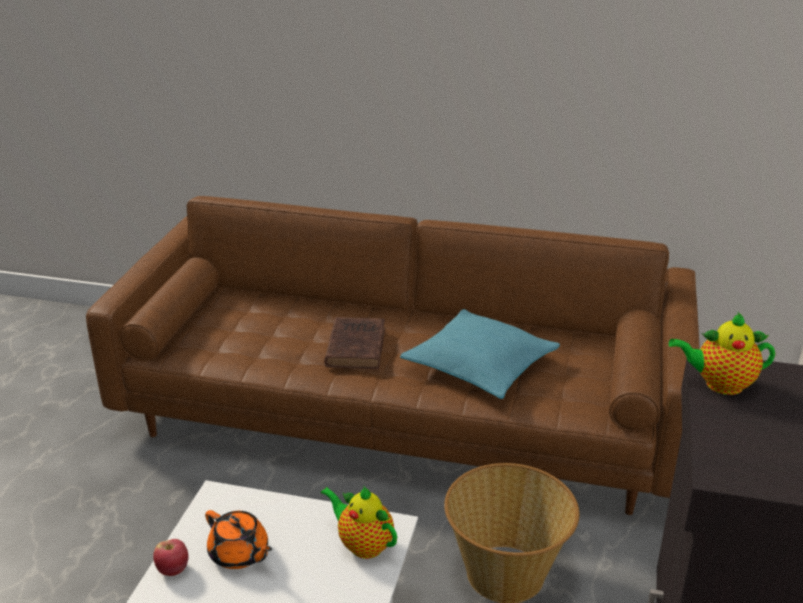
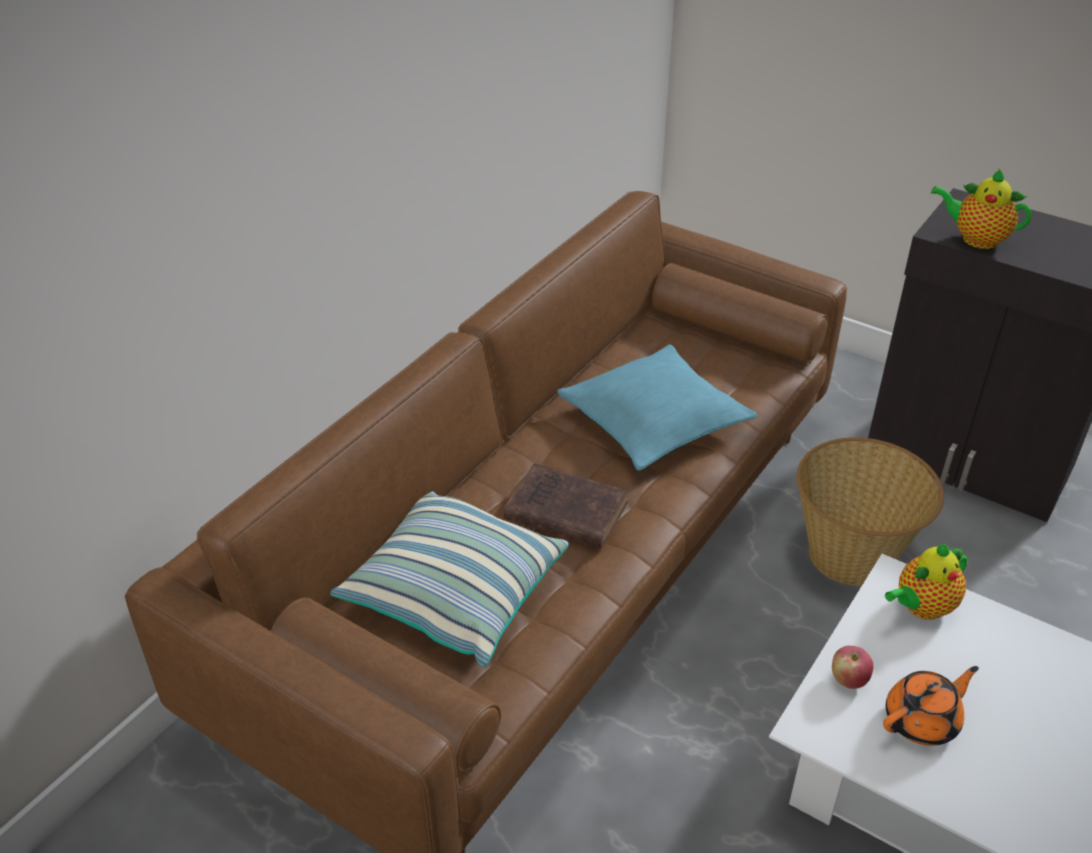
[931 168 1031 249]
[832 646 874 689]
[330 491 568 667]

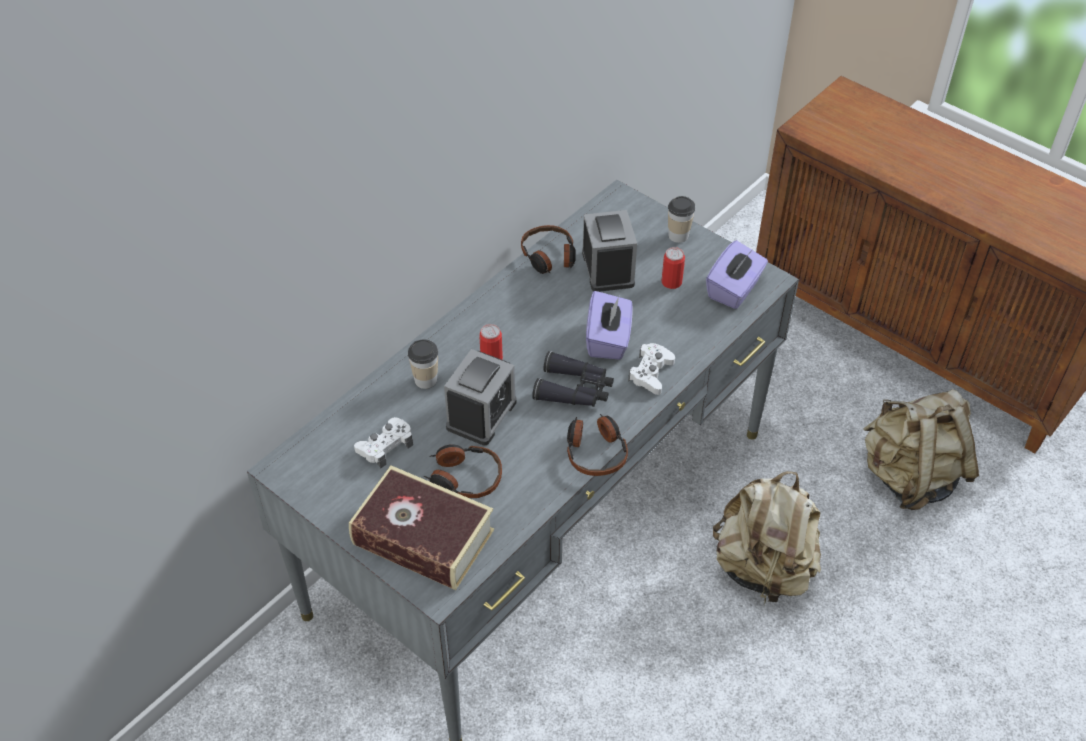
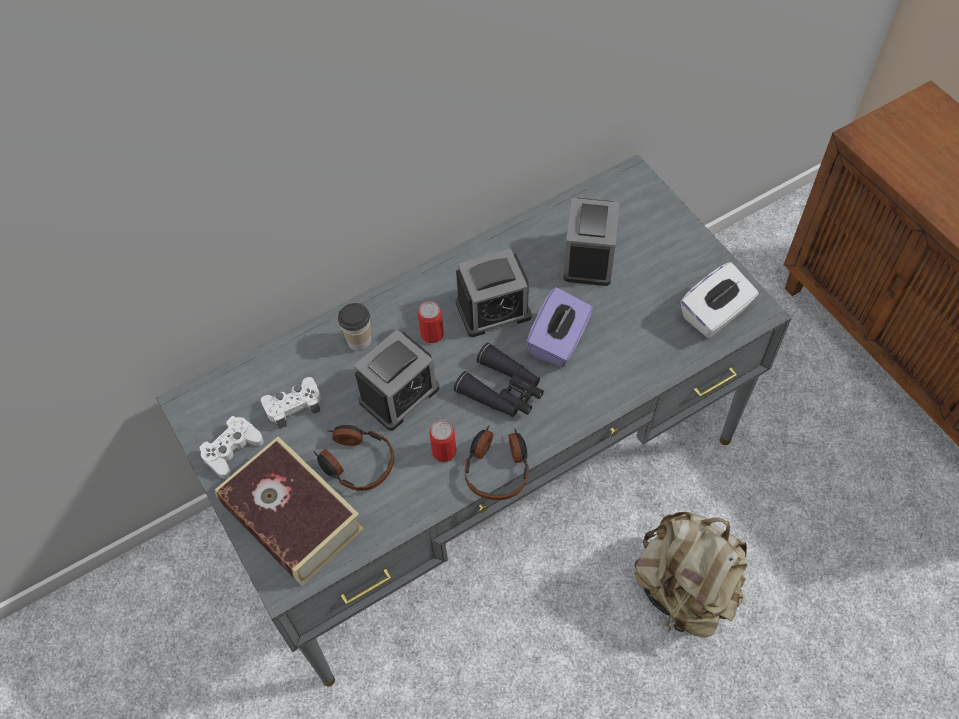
[668 196 695 243] (first image)
[521 225 576 274] (first image)
[681 262 759 338]
[429 420 457 462]
[199 416 264 479]
[863 389 979 510] (first image)
[455 249 532 337]

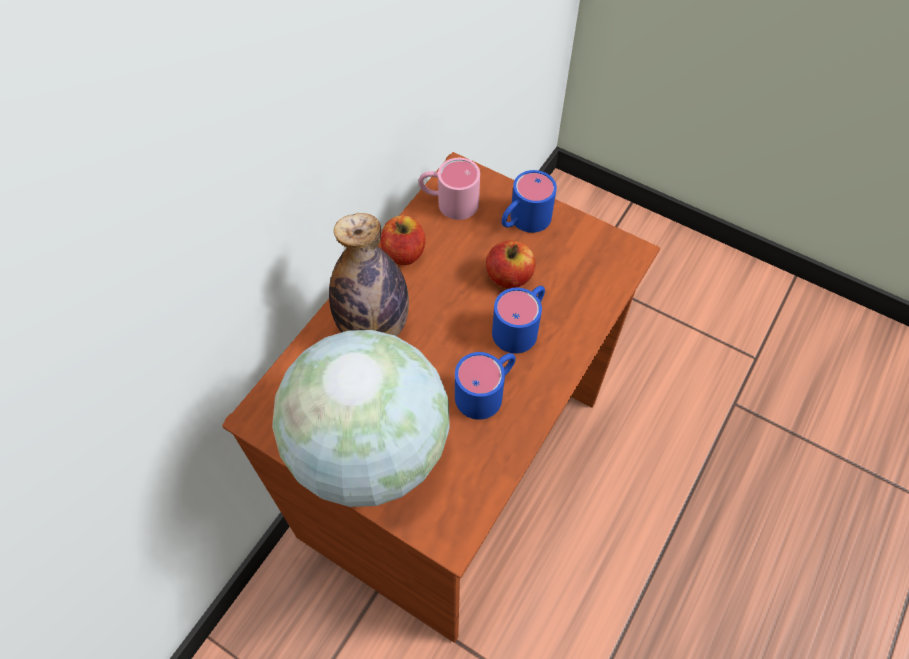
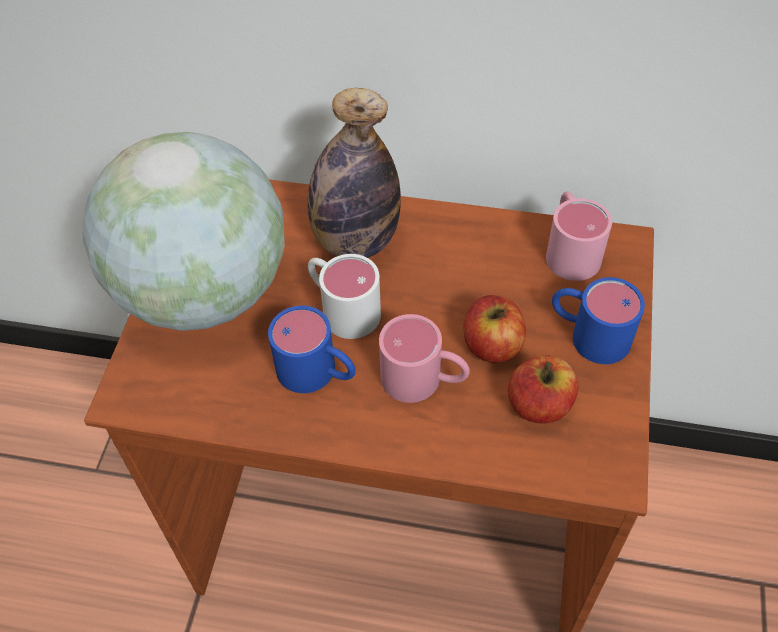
[508 355 578 424]
[379 314 470 403]
[308 254 381 339]

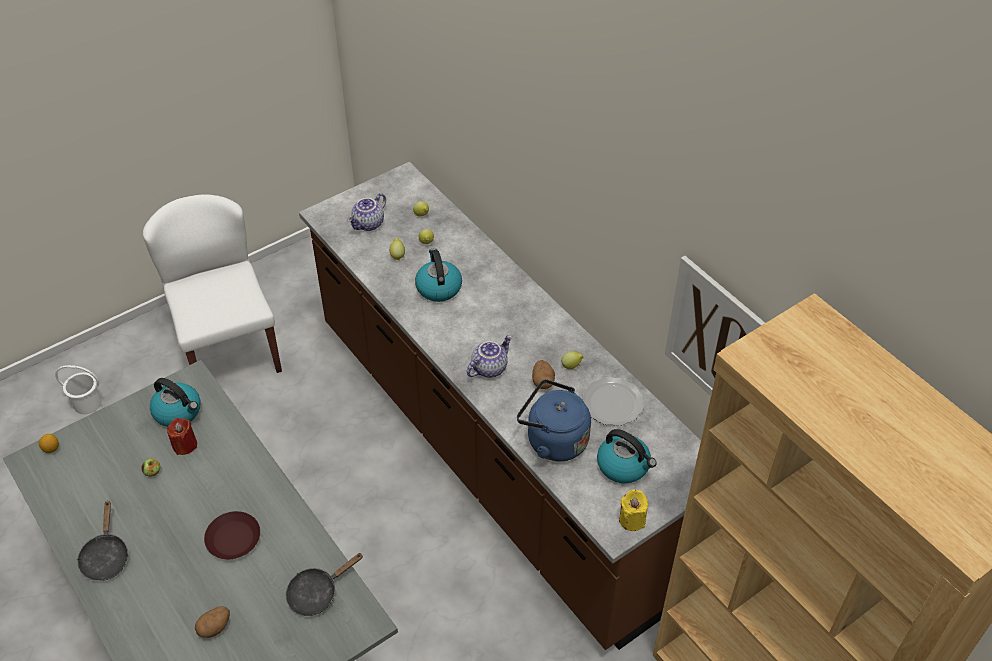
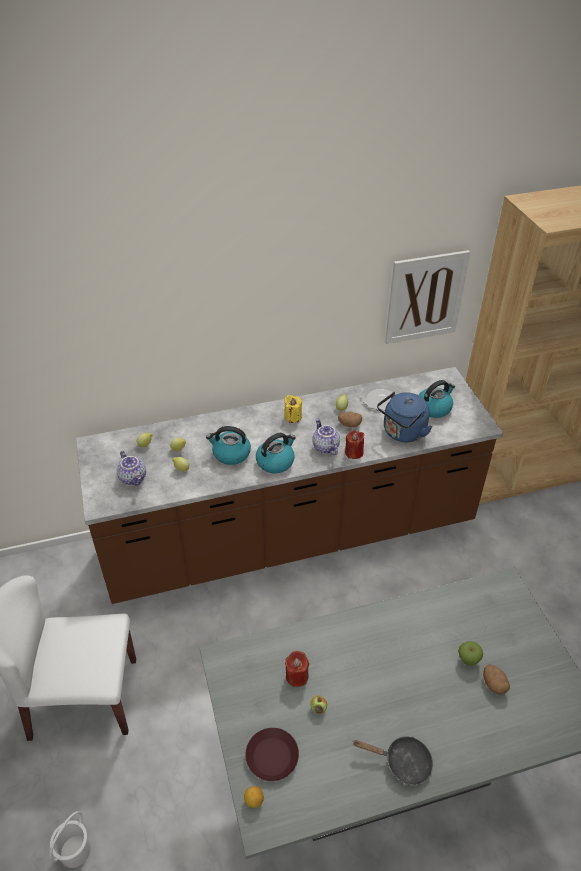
[256 433 296 473]
[284 395 302 423]
[245 728 299 781]
[286 553 363 616] (first image)
[345 430 364 459]
[458 641 483 666]

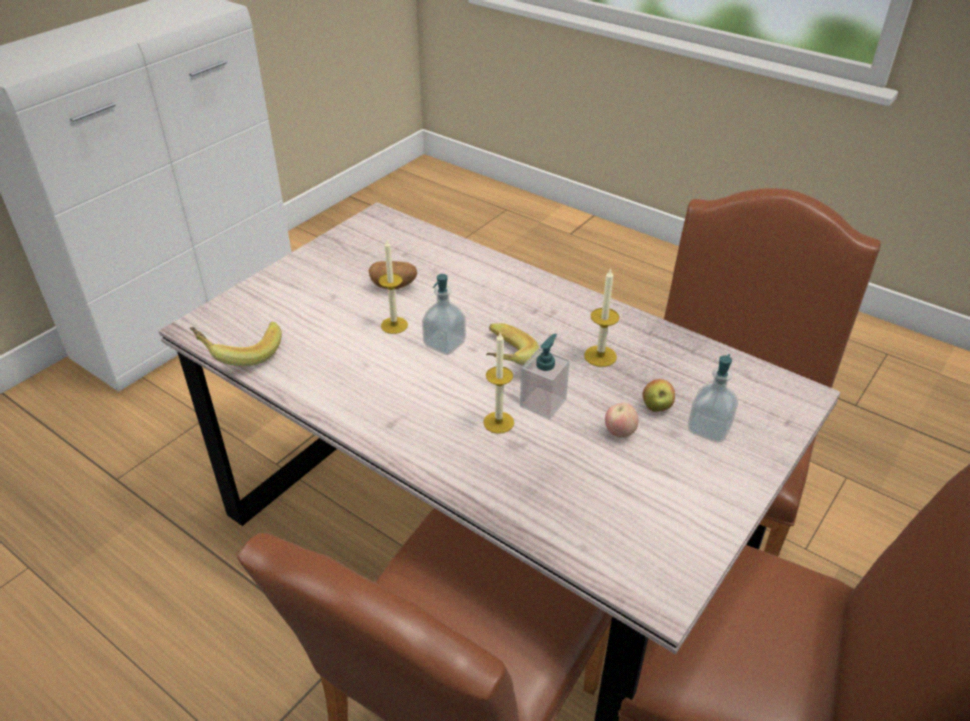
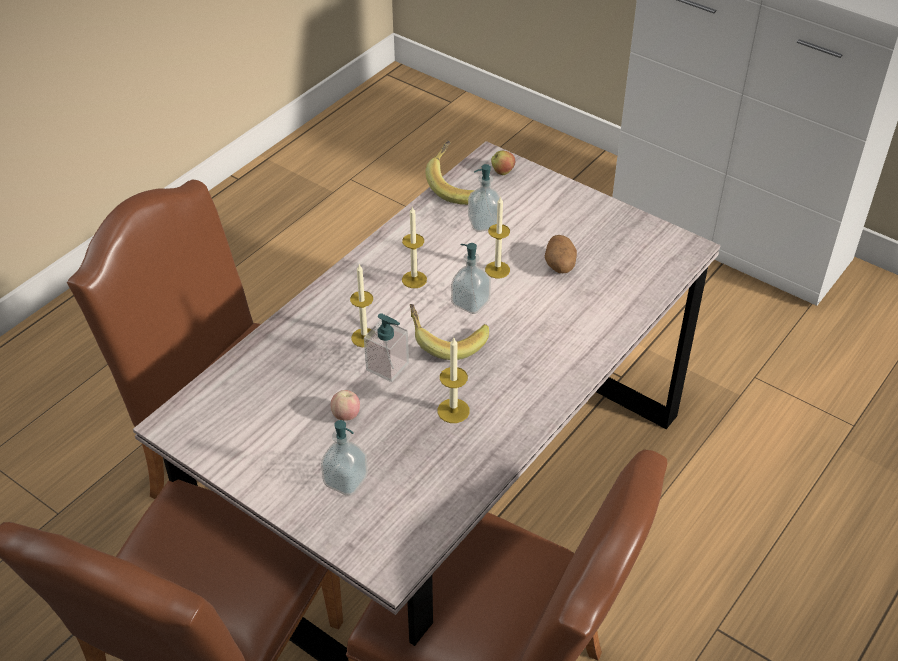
[491 151 515 175]
[468 164 500 232]
[402 206 427 288]

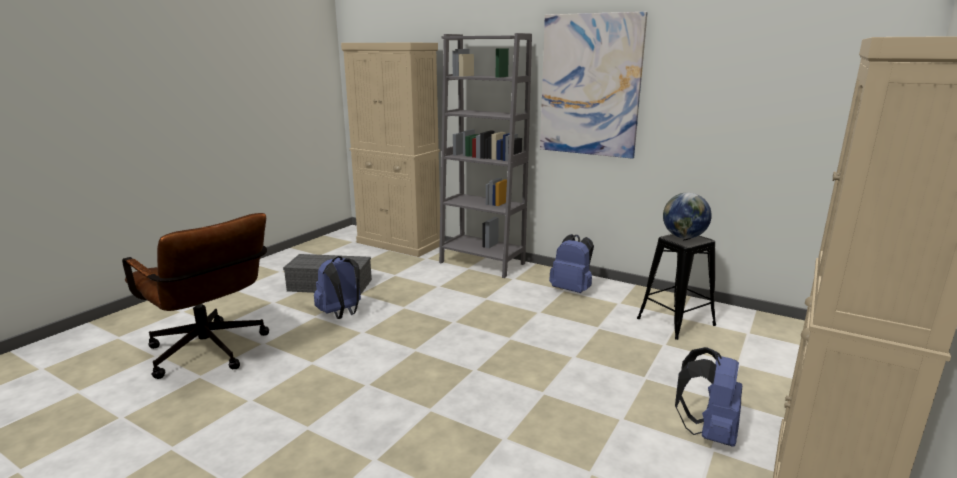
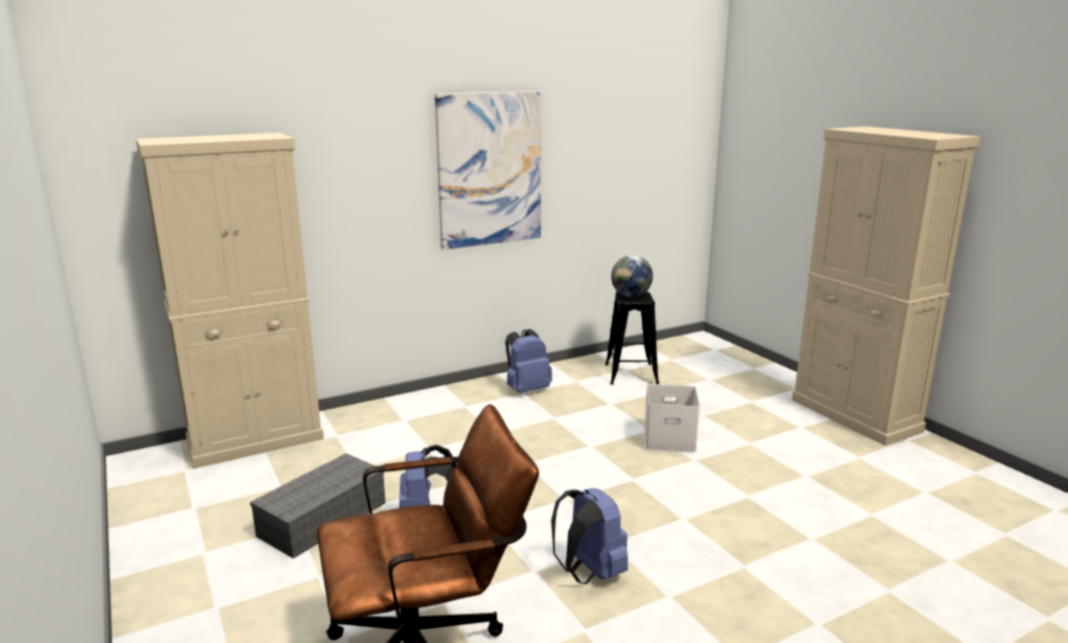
[439 33 532 278] (first image)
[551 488 628 584]
[644 384 700 453]

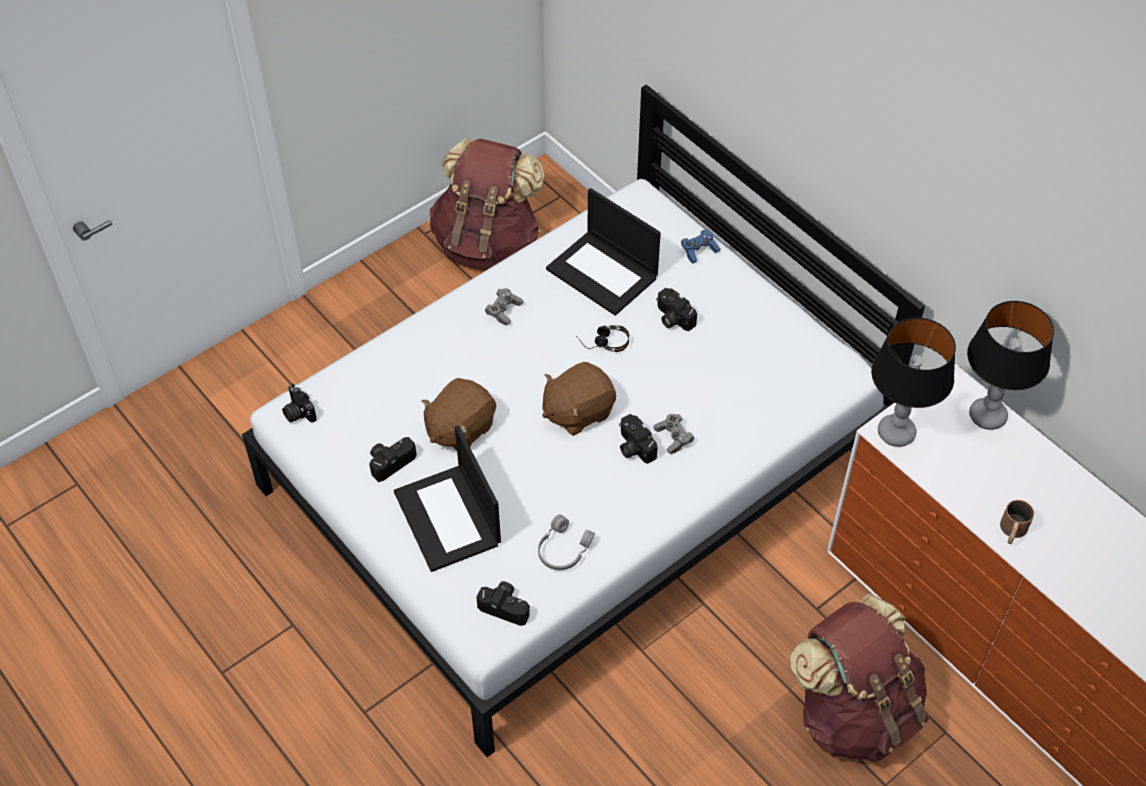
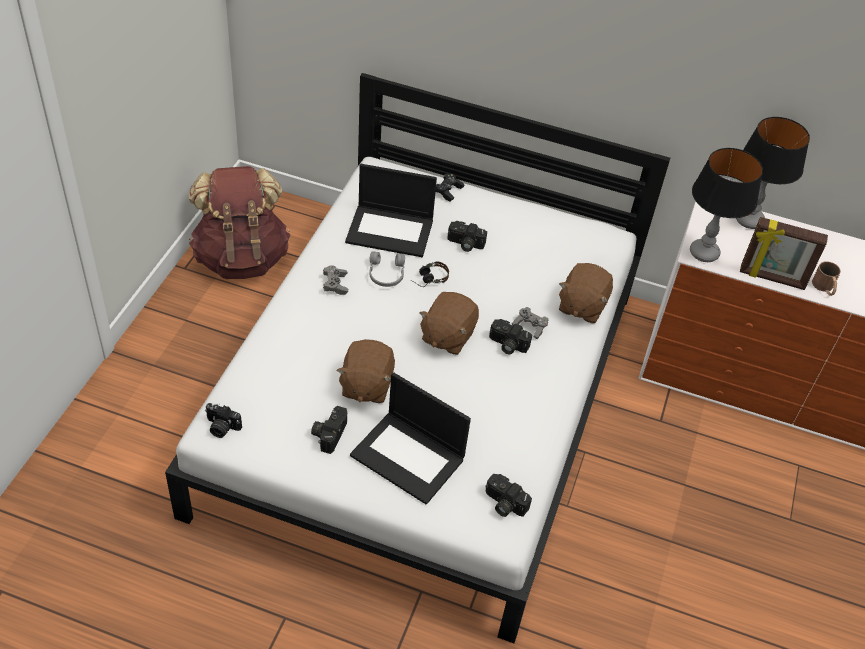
[436 174 465 202]
[369 252 405 287]
[485 474 532 517]
[790 594 929 762] (first image)
[740 217 828 290]
[559 263 613 323]

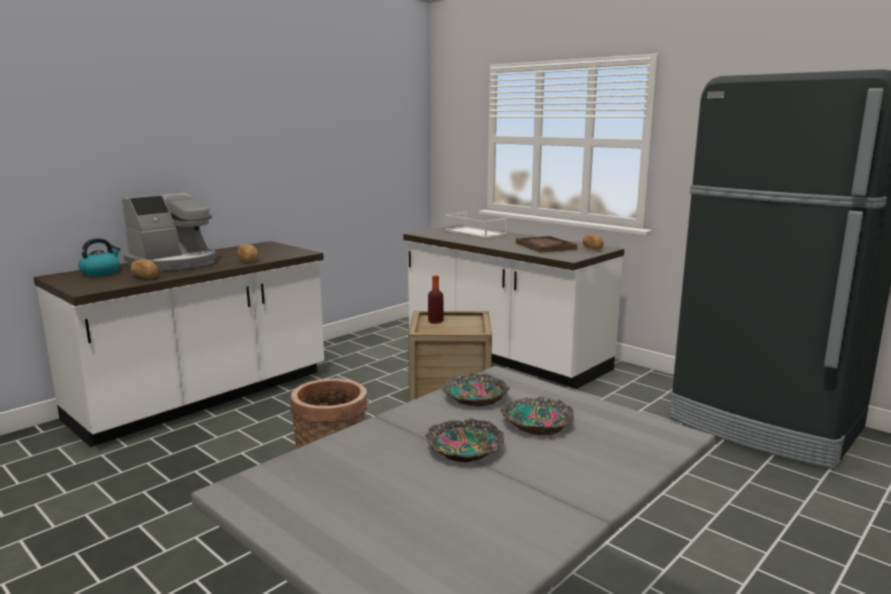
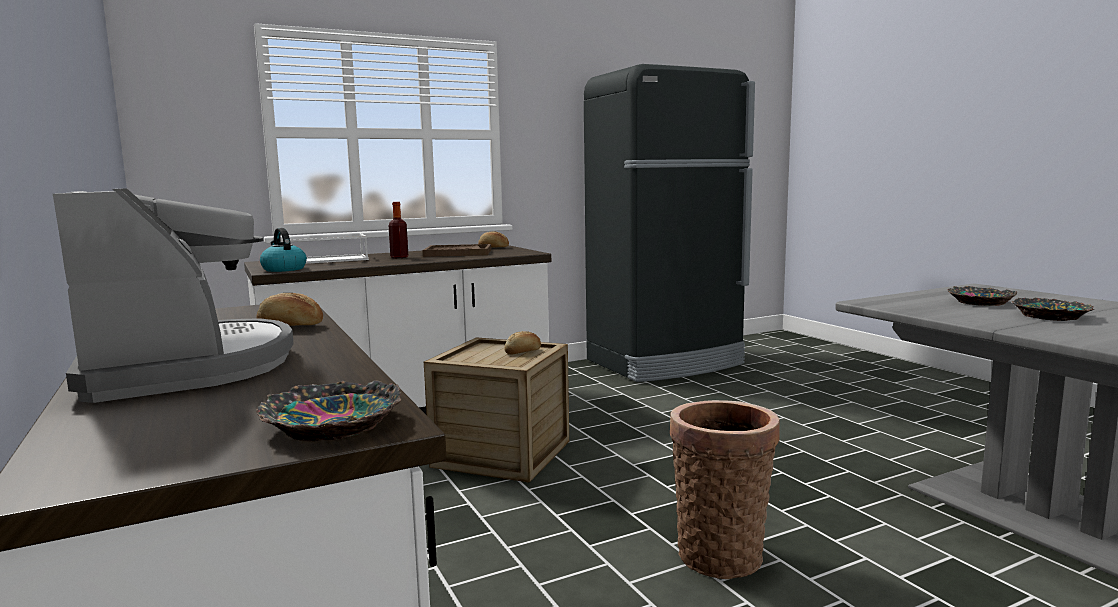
[260 228 307 272]
[504 331 541 355]
[389 202 408 258]
[256 380 401 441]

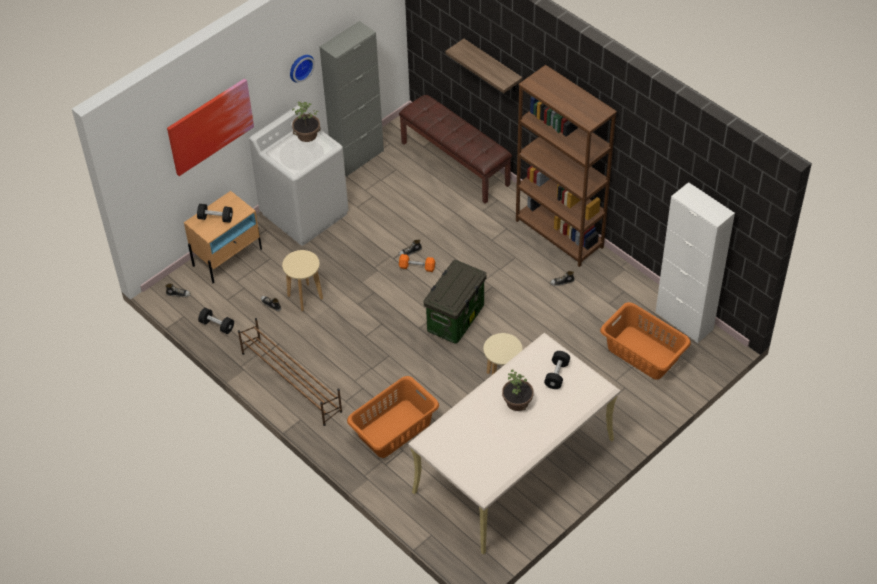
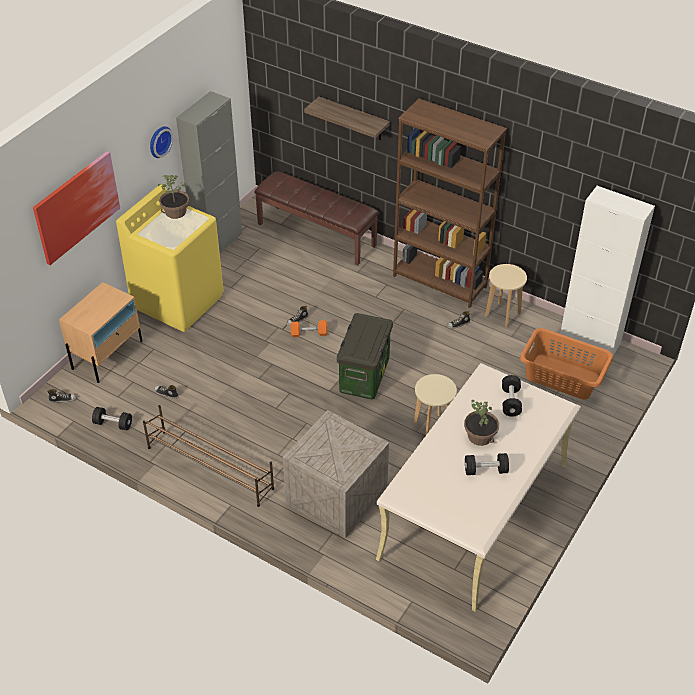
[116 184 224 332]
[465 453 509 475]
[485 264 527 327]
[283 410 389 538]

